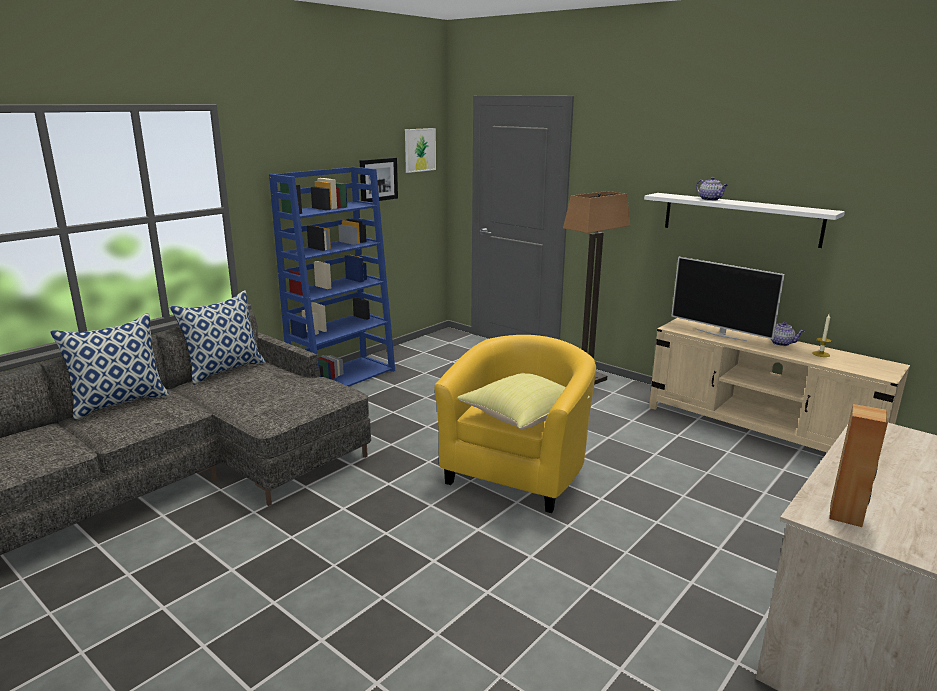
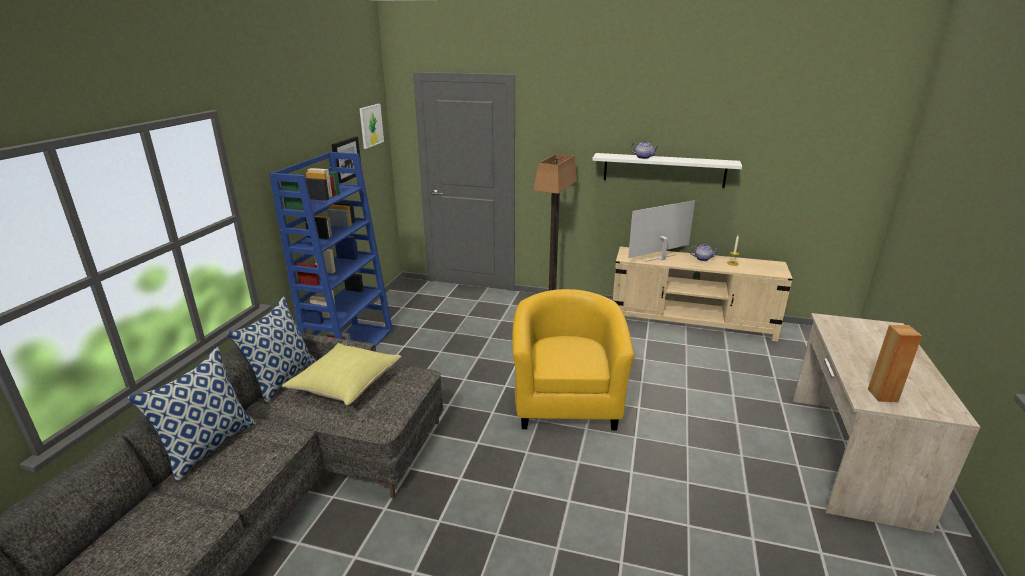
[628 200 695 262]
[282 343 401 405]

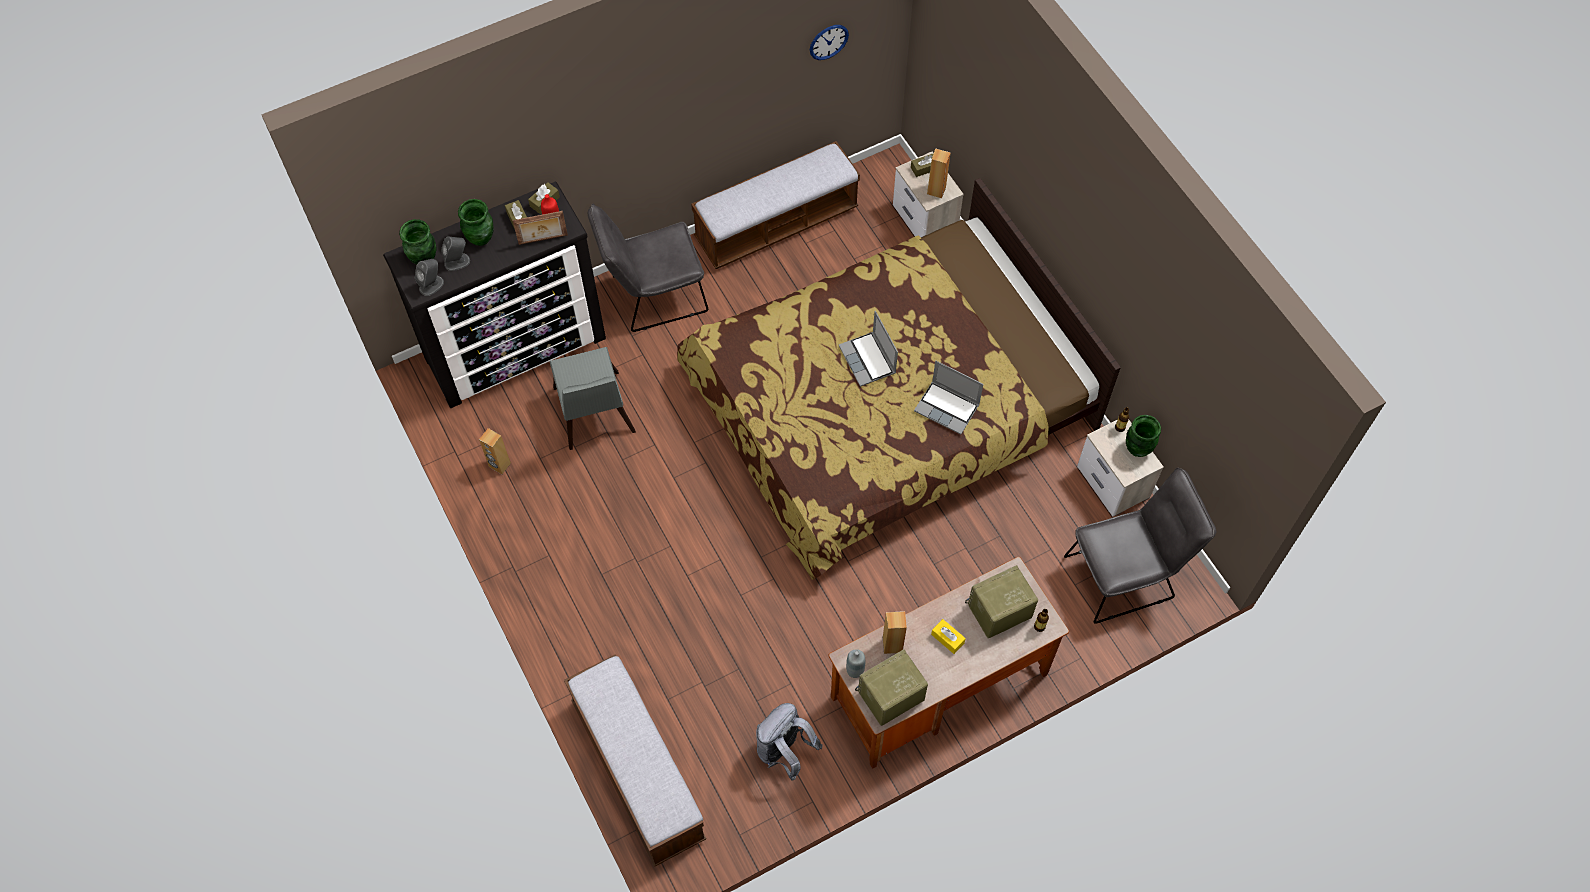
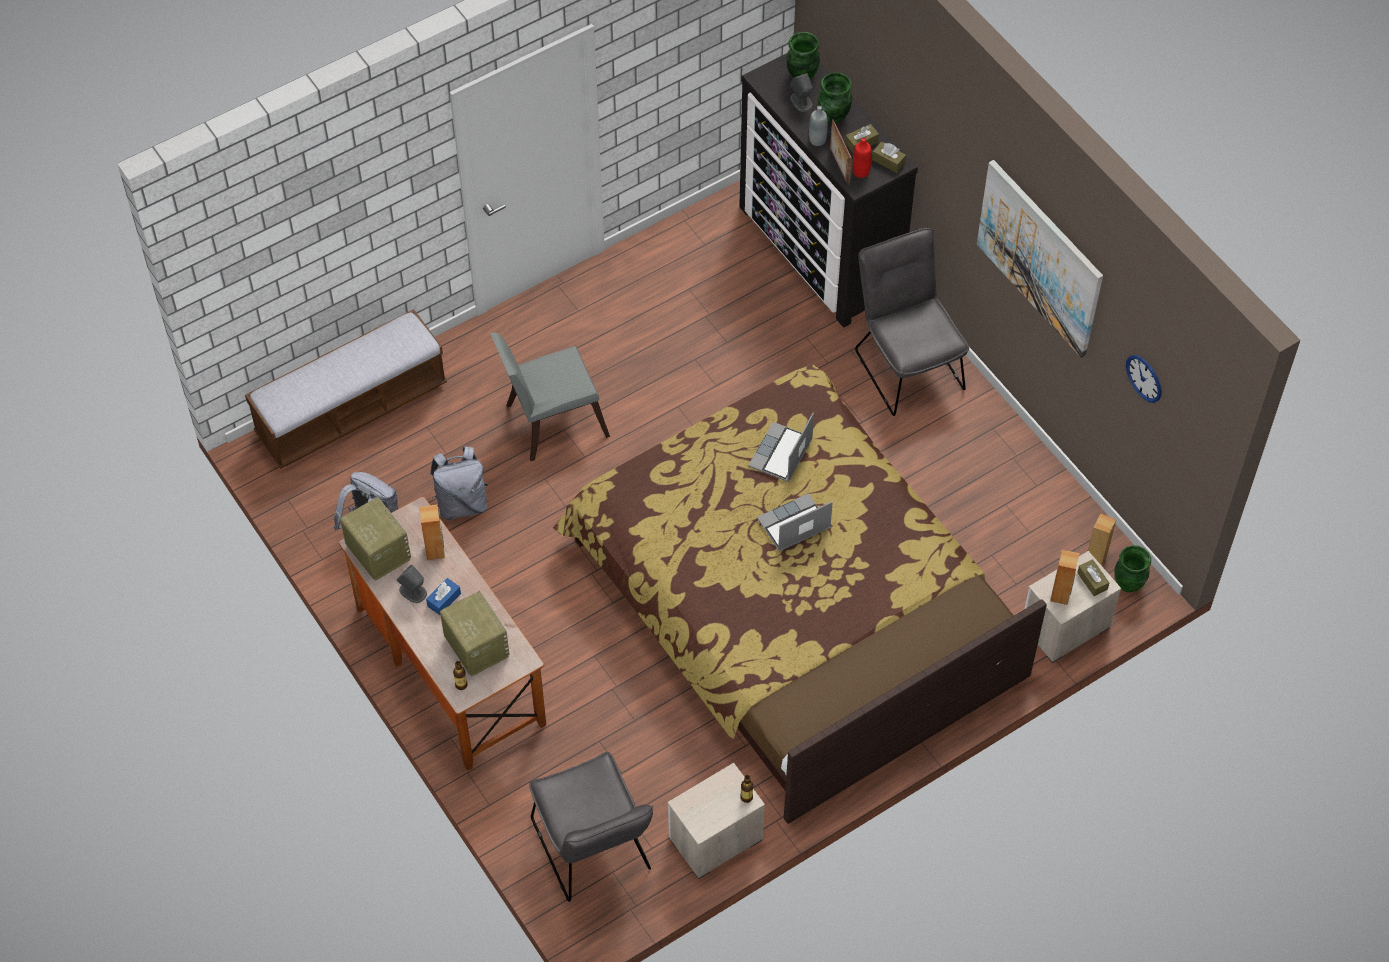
[691 141 860 269] (first image)
[397 564 427 603]
[490 332 610 461]
[749 412 814 482]
[1114 545 1151 592]
[1088 513 1116 566]
[426 578 461 615]
[809 106 828 146]
[977 160 1103 358]
[430 446 488 520]

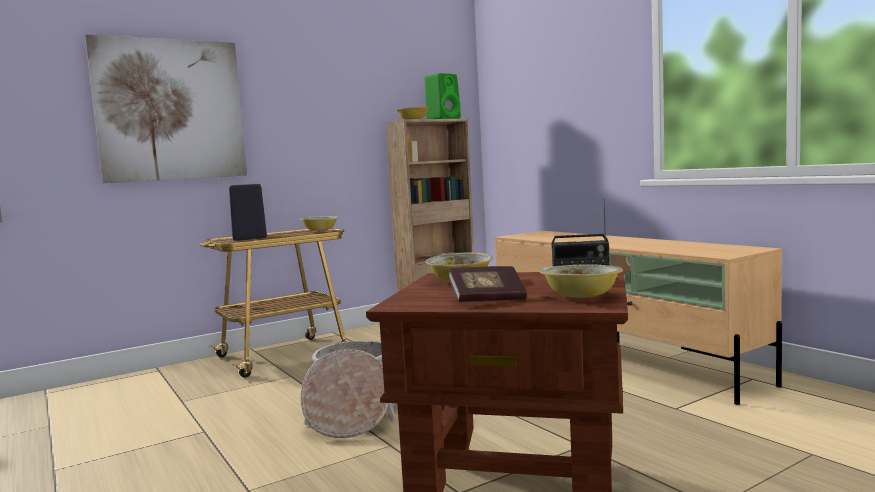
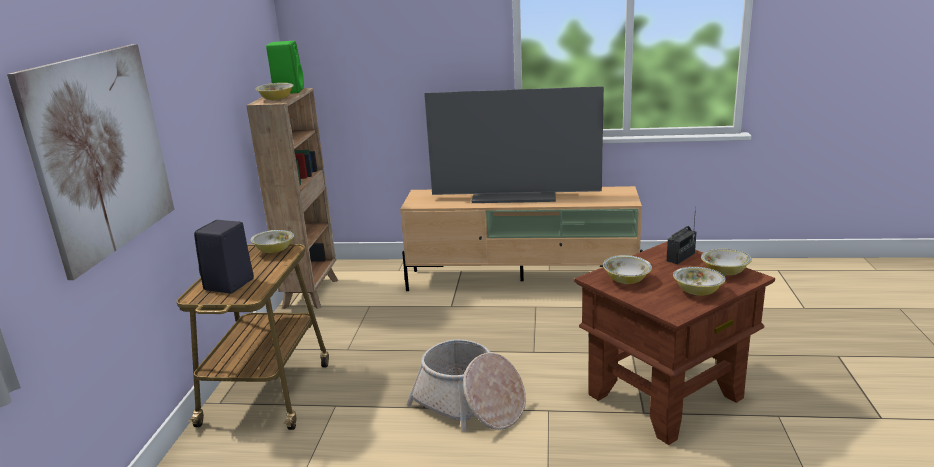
[673 267 726 295]
[424 86 604 203]

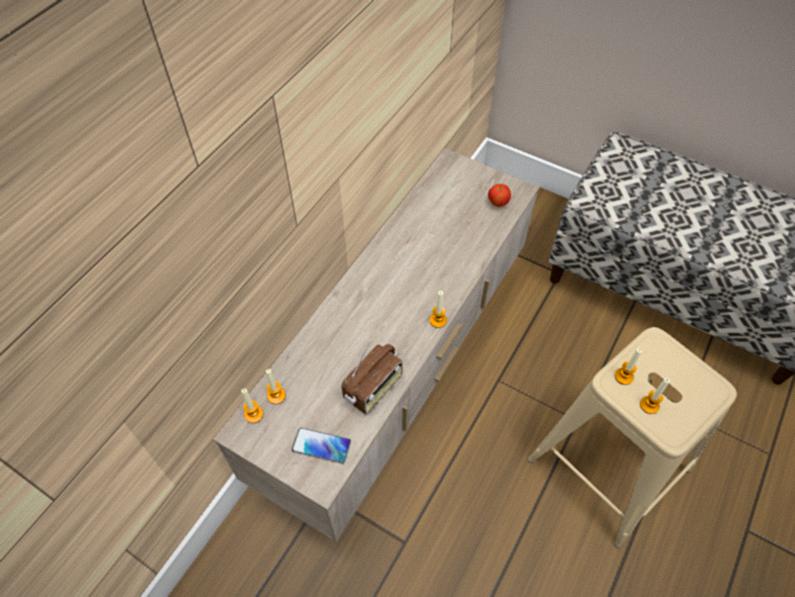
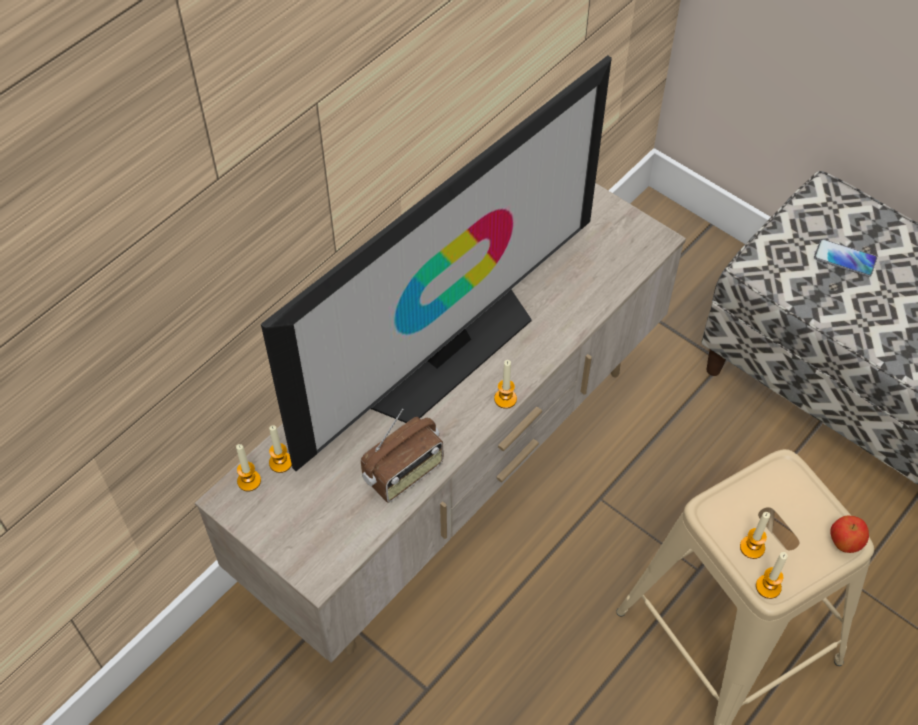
[830 516 869 553]
[756 552 788 599]
[814 239 877 277]
[261 55 612 471]

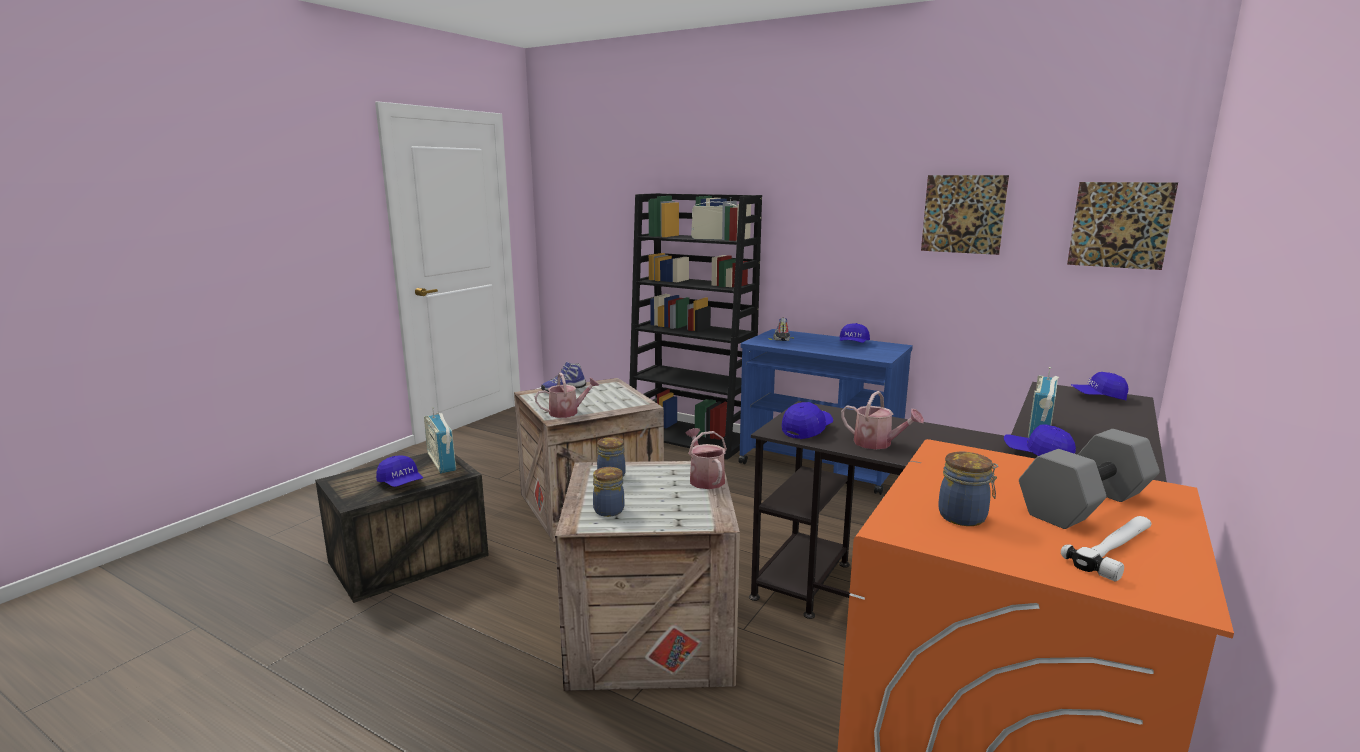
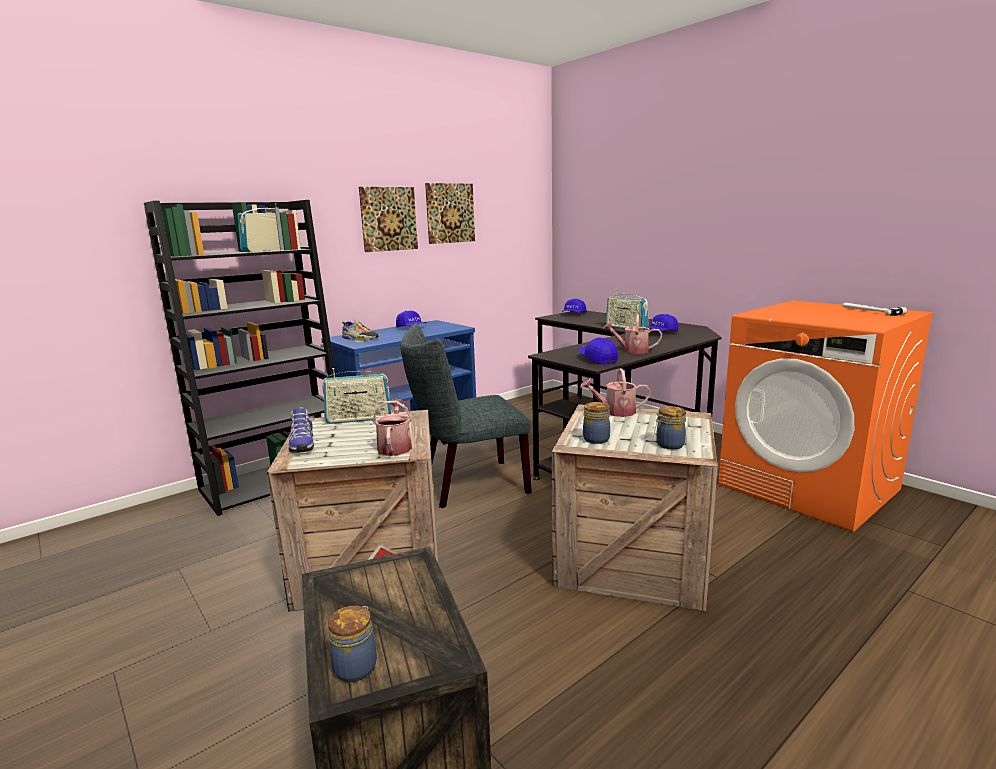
[359 187 418 252]
[603 315 662 354]
[322 368 391 424]
[1019 429 1160 529] (first image)
[328 606 377 682]
[376 456 423 487] (first image)
[400 323 532 508]

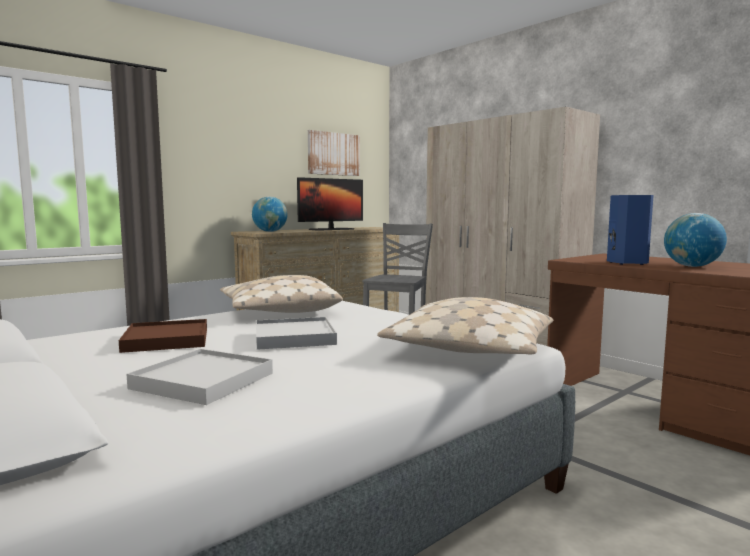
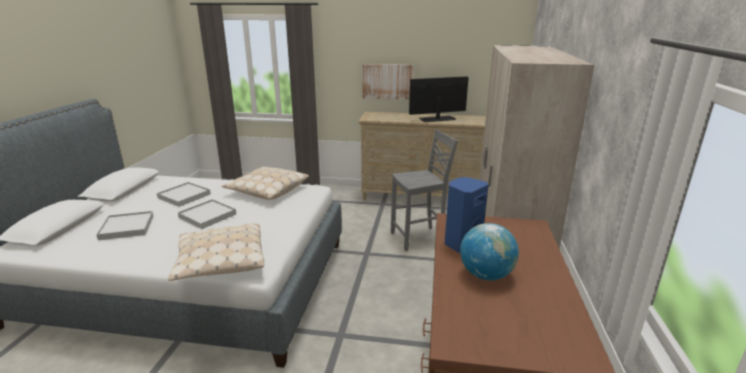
[362 64 414 100]
[409 76 469 122]
[252 197 288 232] (first image)
[157 182 211 207]

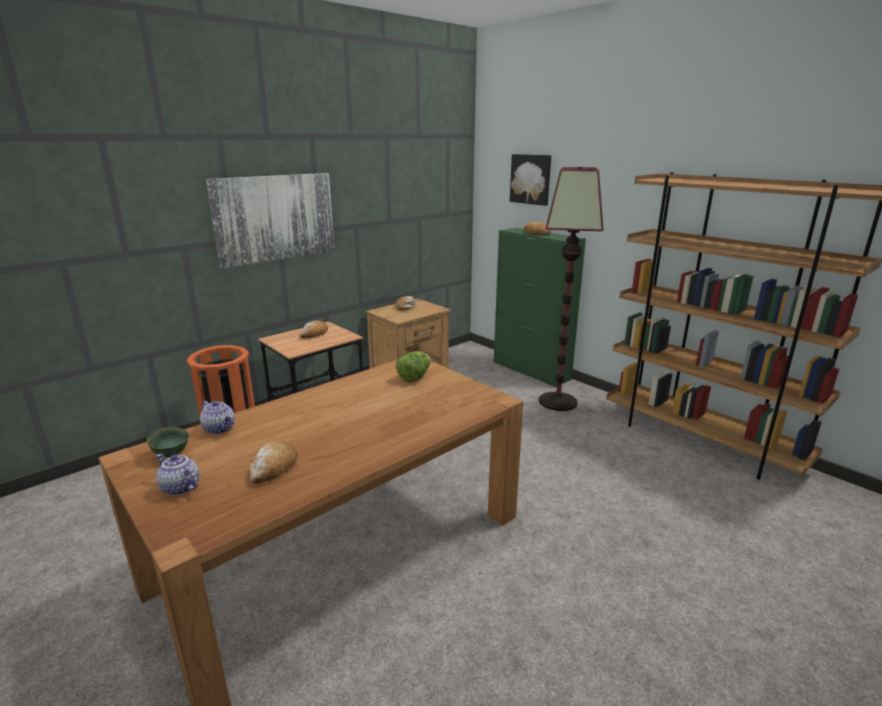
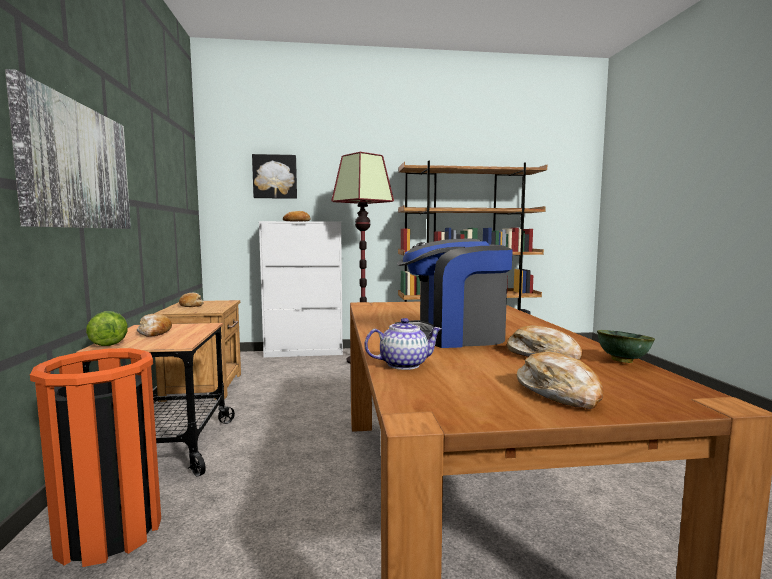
[259 221 343 357]
[86 311 128 346]
[597 330 655 363]
[517 352 604 409]
[395 239 513 348]

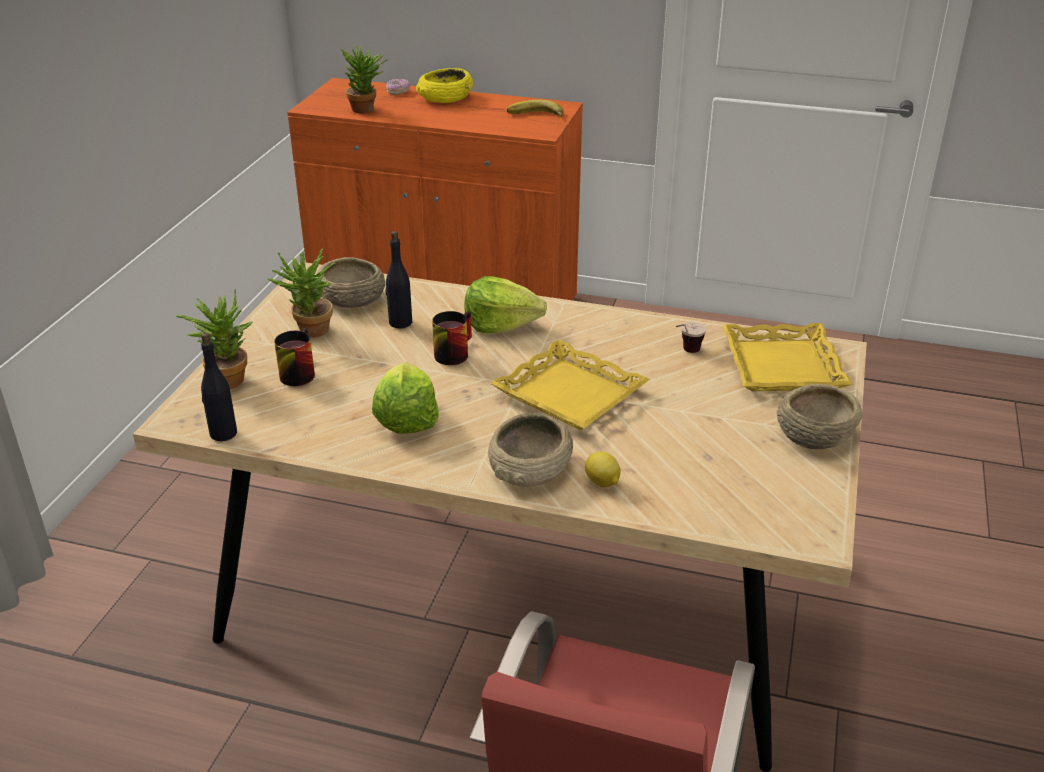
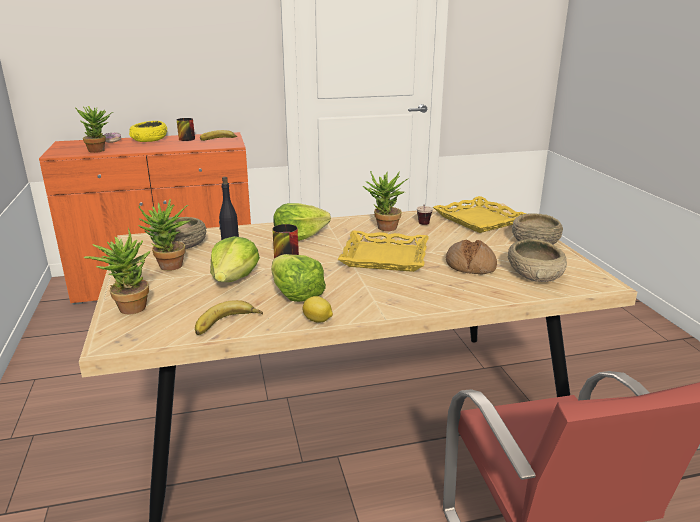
[177 118 195 141]
[201 333 237 441] (first image)
[508 239 567 282]
[303 296 333 323]
[363 171 408 231]
[210 236 260 282]
[446 240 497 274]
[195 300 263 335]

